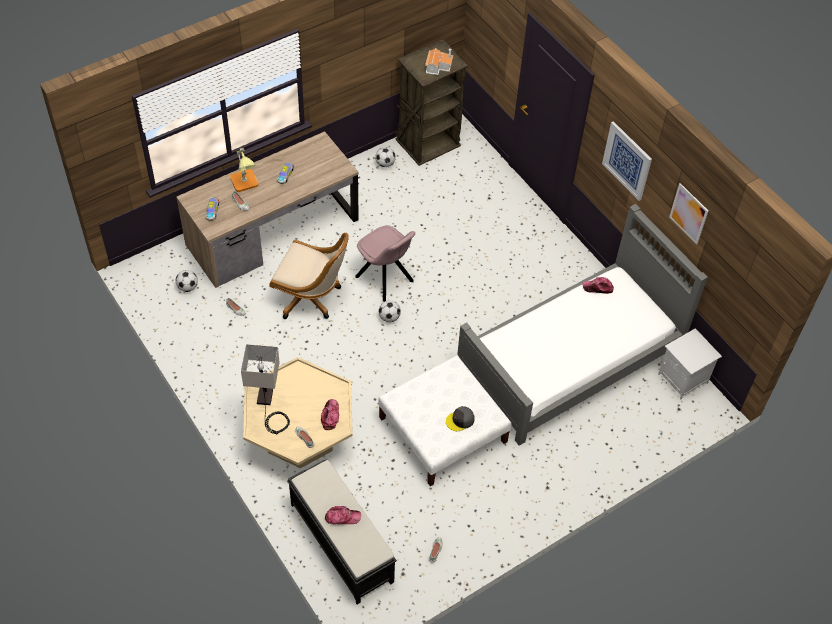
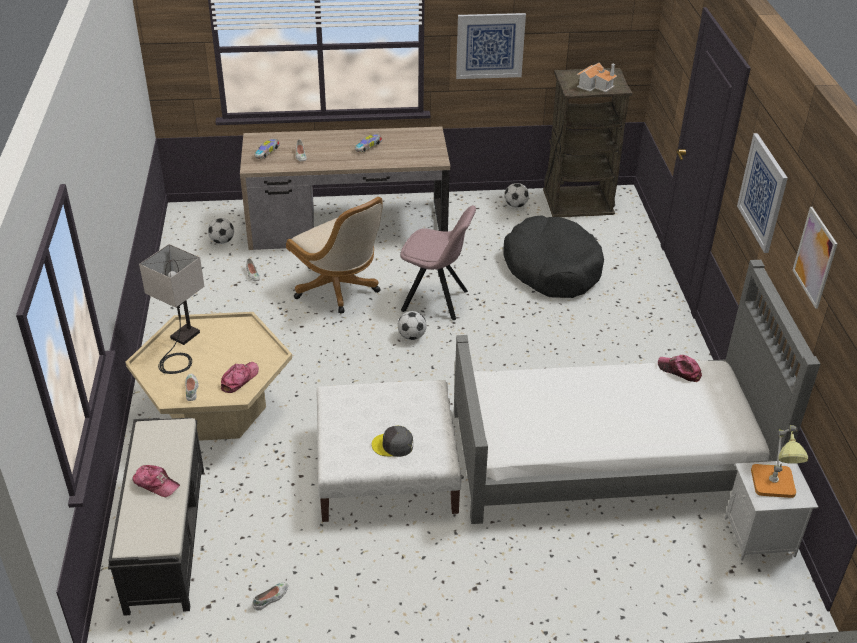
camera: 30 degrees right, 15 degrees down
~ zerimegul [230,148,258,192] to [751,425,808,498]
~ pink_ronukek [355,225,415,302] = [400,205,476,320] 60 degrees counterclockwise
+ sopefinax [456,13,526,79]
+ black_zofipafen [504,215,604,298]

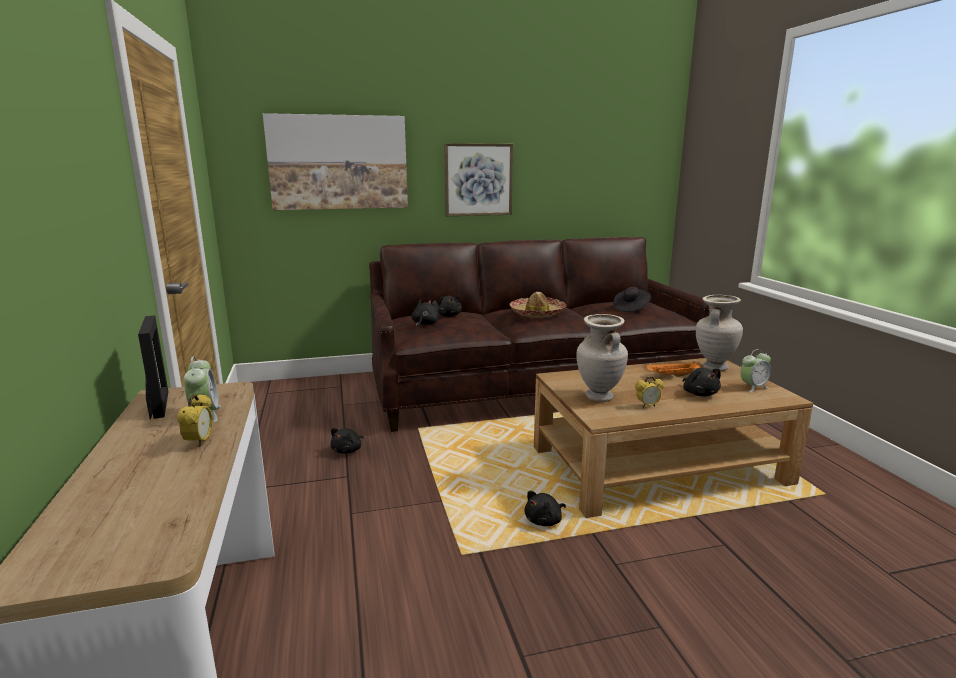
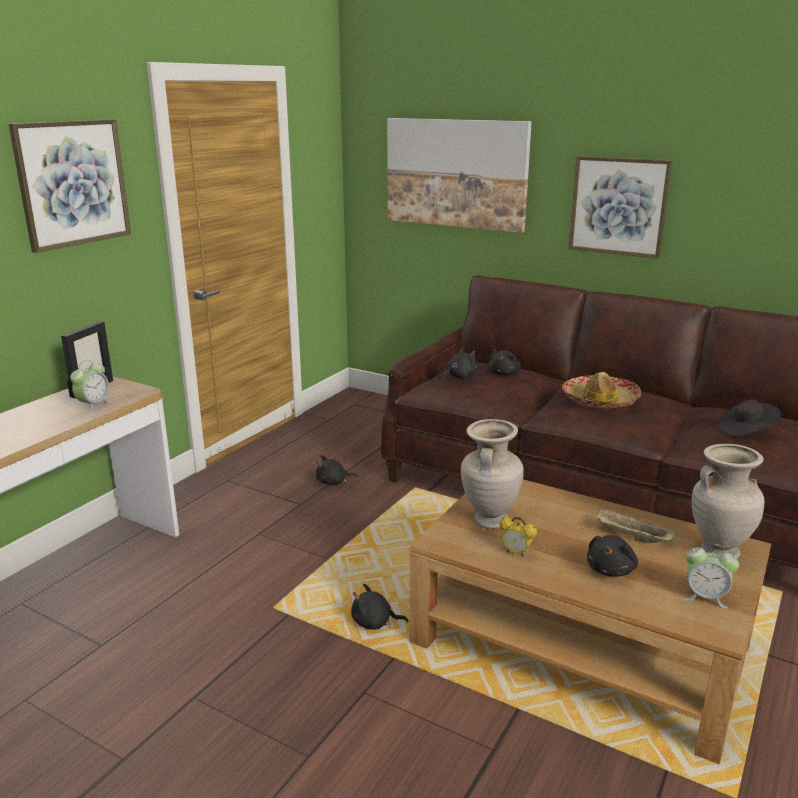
camera: 45 degrees right, 5 degrees up
~ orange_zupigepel [646,361,701,377] to beige_zupigepel [597,508,676,543]
- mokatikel [177,394,213,448]
+ sopefinax [9,119,131,253]

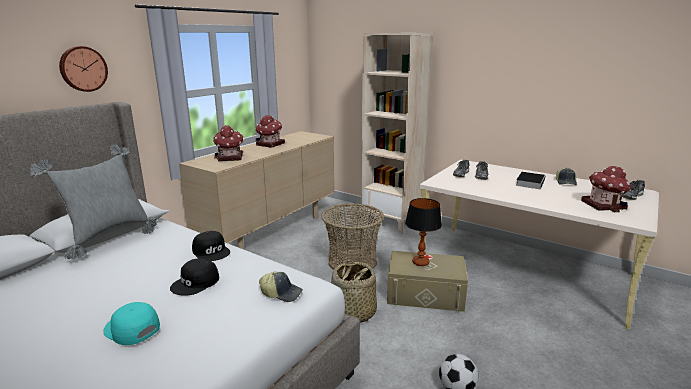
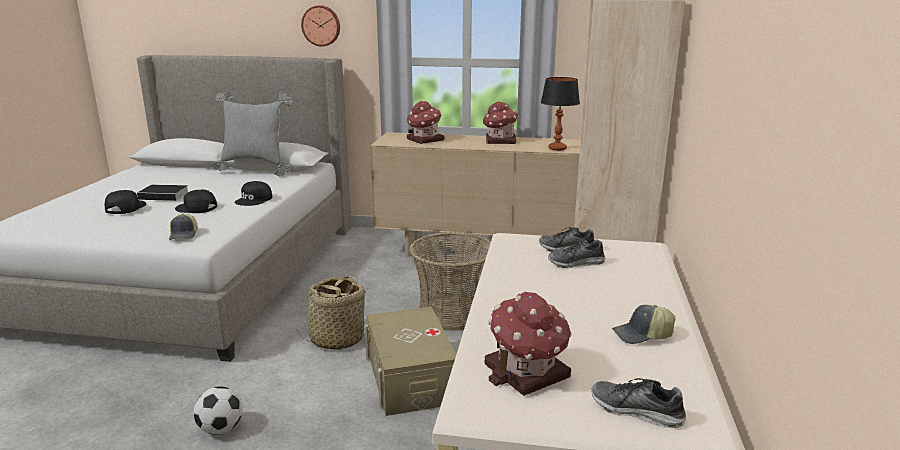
camera: 65 degrees right, 0 degrees up
~ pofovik [516,172,545,189] to [137,185,188,201]
~ zerimegul [405,198,442,266] to [541,77,580,151]
~ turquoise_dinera [103,302,160,345] to black_dinera [105,190,146,214]

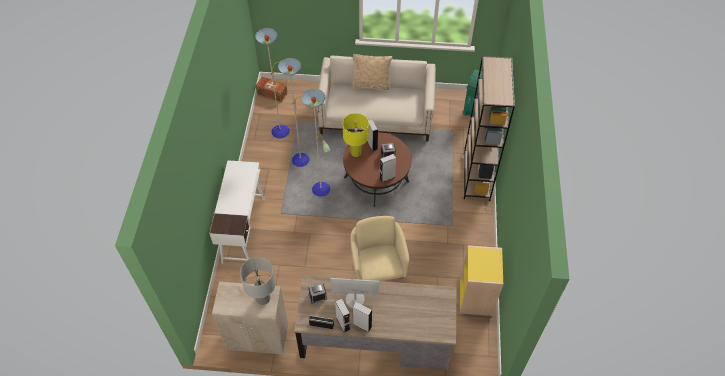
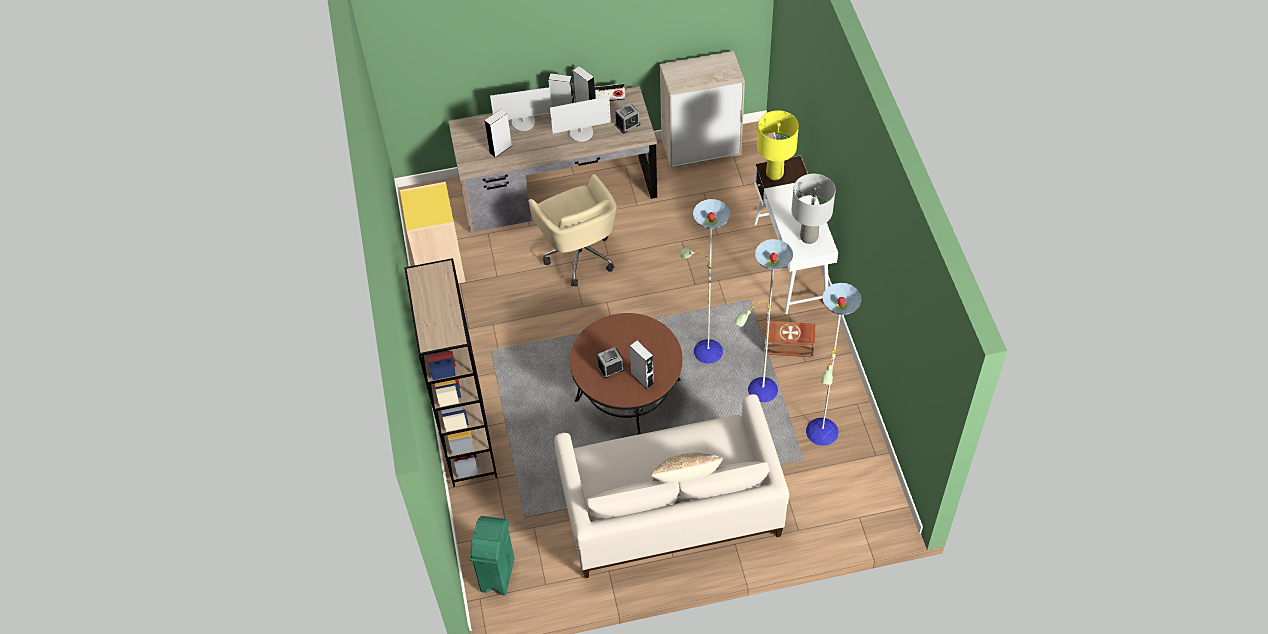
camera: 165 degrees right, 0 degrees up
~ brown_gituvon [256,77,288,103] to [765,321,816,357]
~ yellow_zerimegul [343,113,369,157] to [757,110,799,180]
~ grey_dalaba [379,154,396,182] to [485,109,512,158]
~ grey_zerimegul [240,257,276,305] to [792,174,836,244]
+ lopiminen [490,87,552,131]

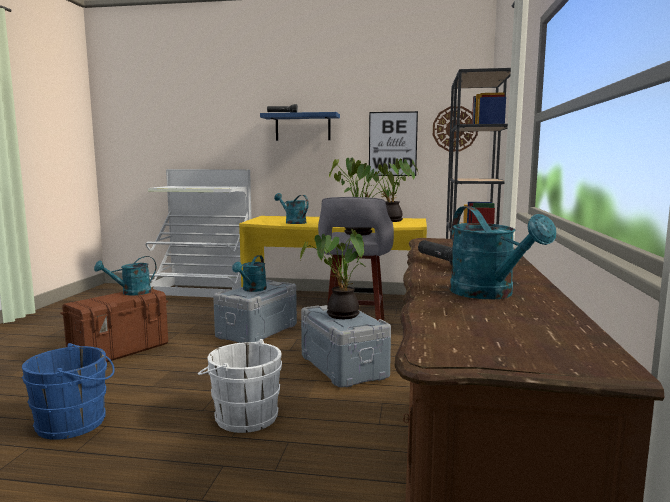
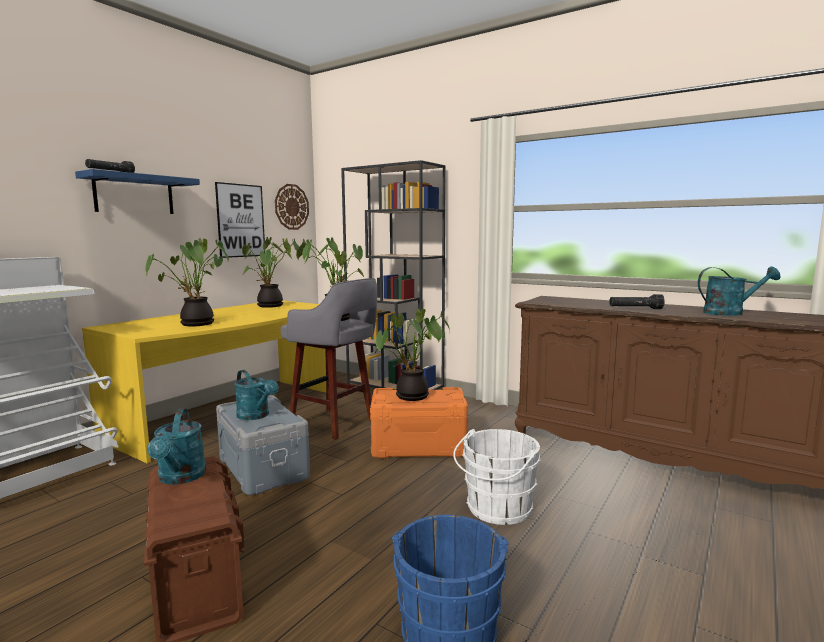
camera: 65 degrees left, 0 degrees up
~ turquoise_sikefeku [274,193,309,224] to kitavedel [145,238,229,326]
~ grey_gituvon [301,305,391,387] to orange_gituvon [370,387,468,458]

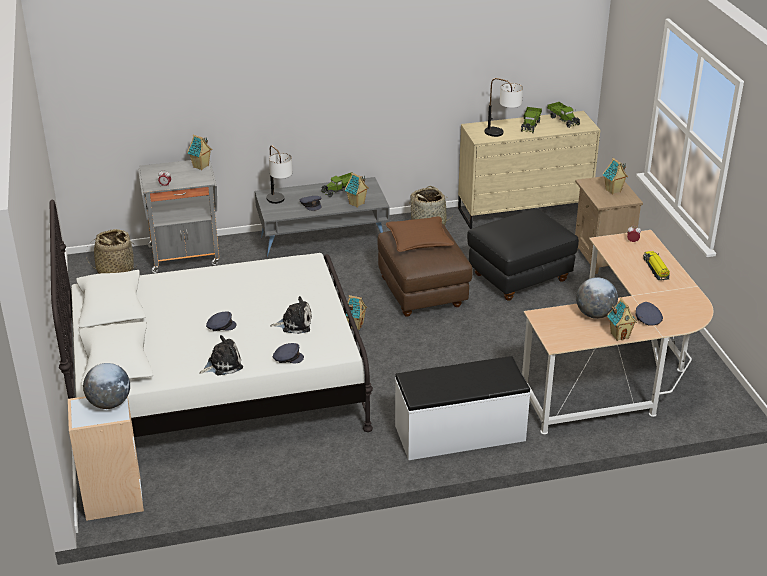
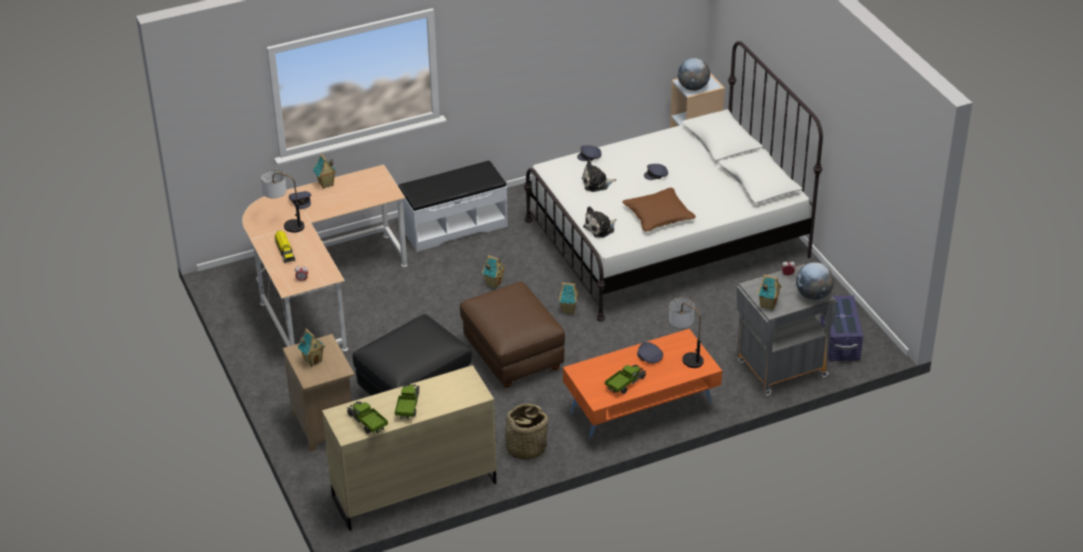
camera: 170 degrees right, 5 degrees up
~ zerimegul [485,78,523,137] to [261,170,304,233]
~ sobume [345,173,369,208] to [482,255,506,288]
~ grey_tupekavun [255,177,389,257] to orange_tupekavun [563,329,722,444]
~ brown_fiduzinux [386,216,454,252] to [622,188,696,232]
~ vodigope [86,229,139,274] to purple_gituvon [820,296,863,361]
~ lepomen [576,277,618,319] to [796,262,834,300]
~ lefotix [199,335,243,375] to [583,206,616,238]

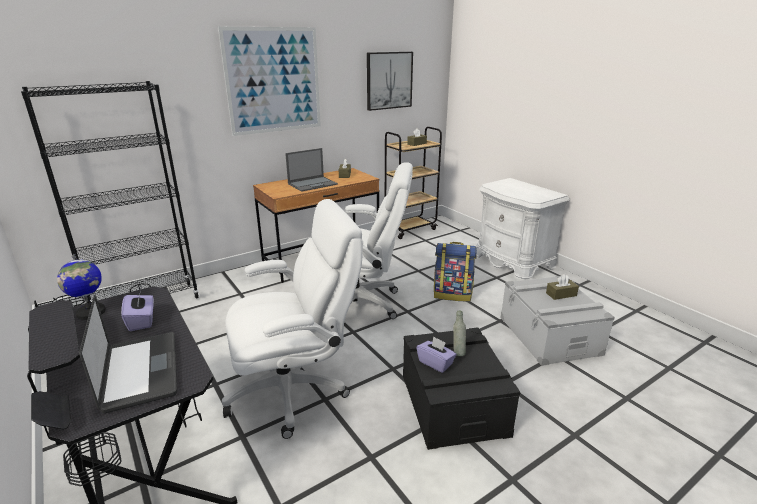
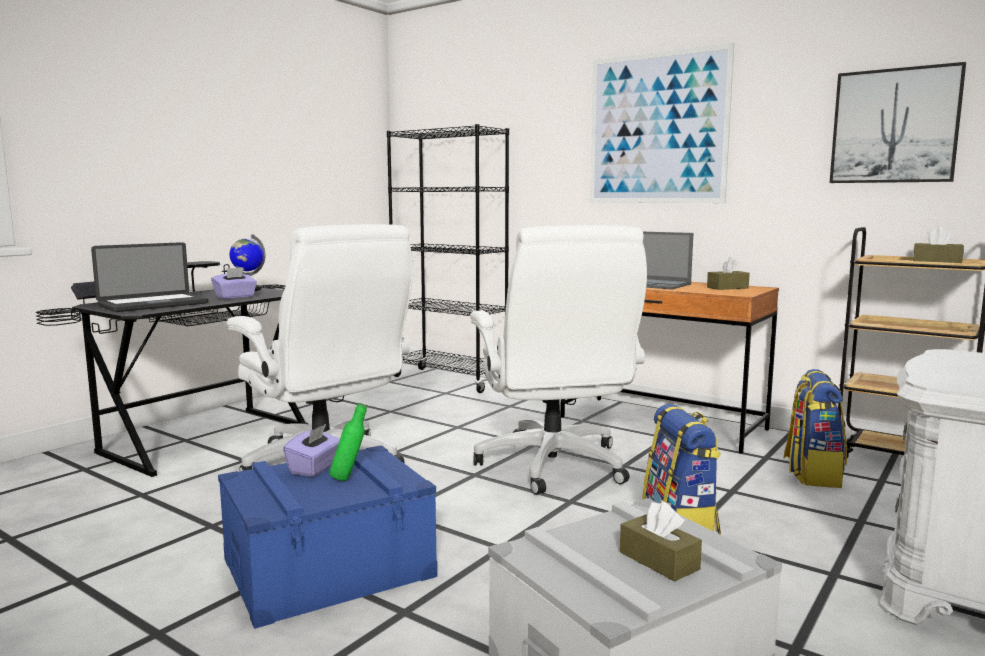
camera: 70 degrees right, 15 degrees down
~ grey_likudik [453,310,466,356] to green_likudik [330,403,367,481]
~ black_gituvon [403,327,520,450] to blue_gituvon [218,445,437,629]
+ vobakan [783,369,847,488]

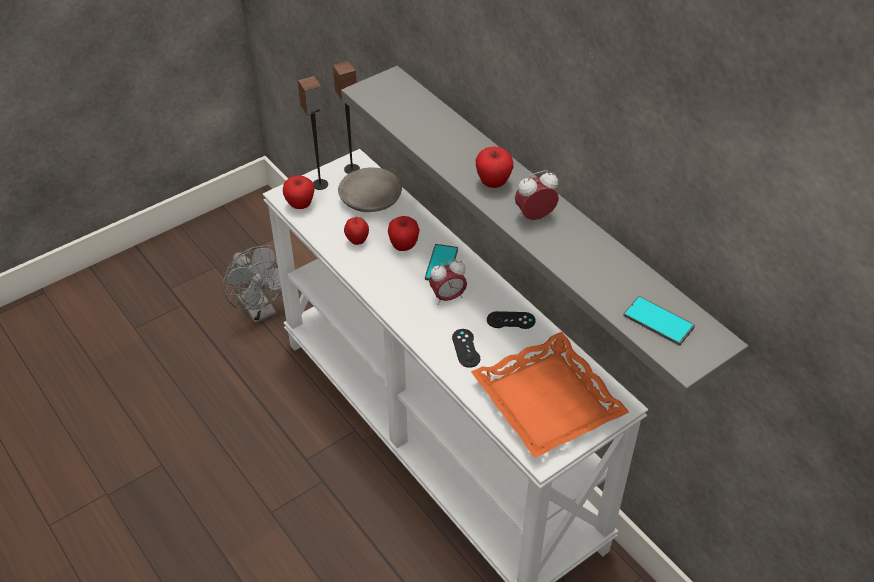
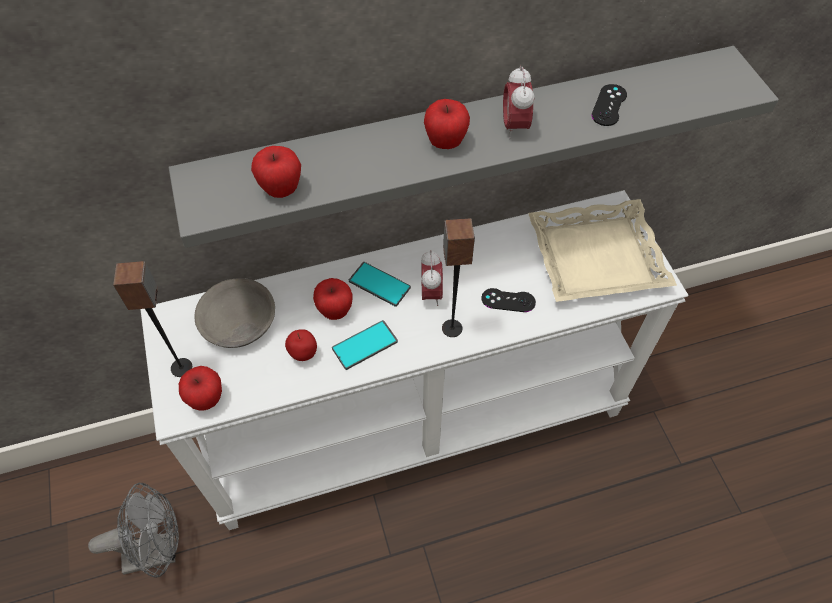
camera: 70 degrees left, 10 degrees up
~ dalaba [333,61,360,174] to [442,218,475,337]
~ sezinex [623,296,695,345] to [332,320,398,370]
~ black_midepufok [487,311,536,329] to [591,84,627,126]
~ orange_zupigepel [471,332,629,458] to beige_zupigepel [528,199,677,302]
+ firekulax [251,146,301,198]

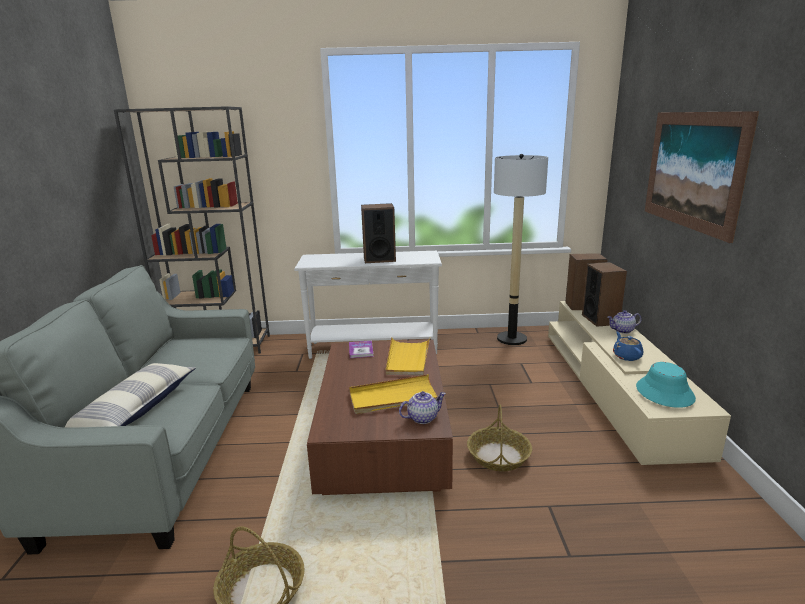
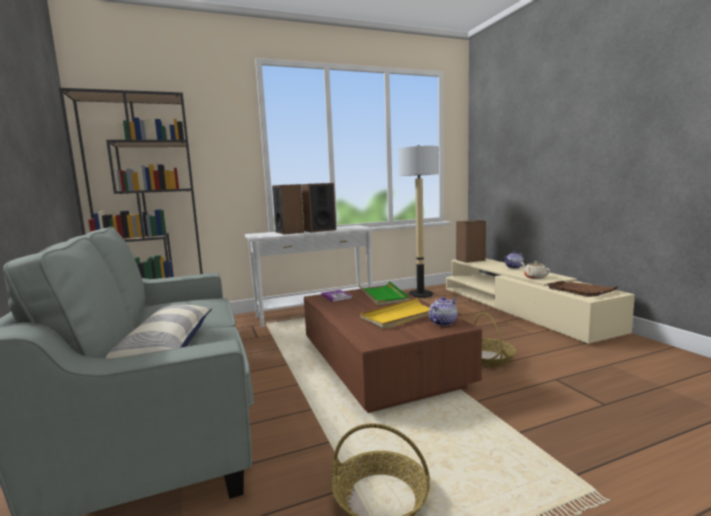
camera: 20 degrees left, 10 degrees down
- sopefinax [645,111,759,243]
~ dalaba [582,262,627,327] to [272,184,304,234]
~ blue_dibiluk [613,332,643,361] to beige_dibiluk [521,261,550,279]
~ yellow_zupigepel [386,337,430,375] to green_zupigepel [357,281,410,306]
~ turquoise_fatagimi [636,362,696,408] to brown_zupigepel [547,281,621,297]

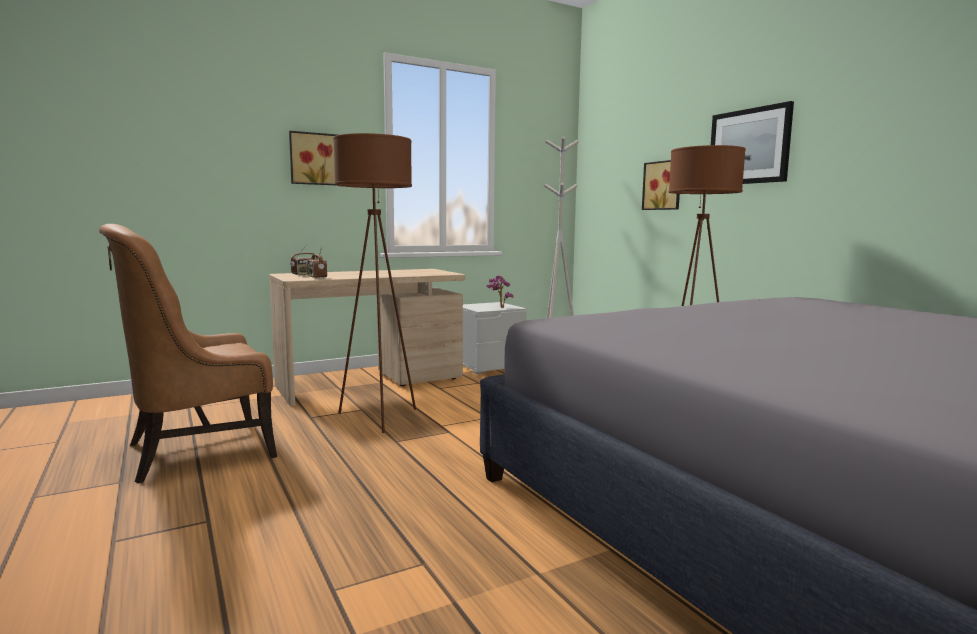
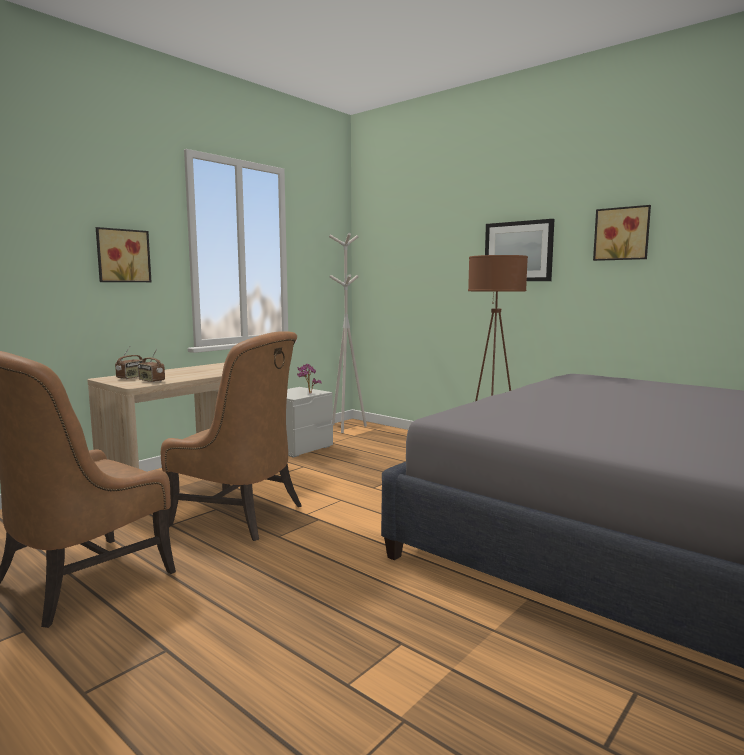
camera: 20 degrees left, 0 degrees up
~ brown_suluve [333,133,416,433] to brown_ronukek [161,331,302,541]
~ sopefinax [642,160,680,210] to [593,205,651,261]

